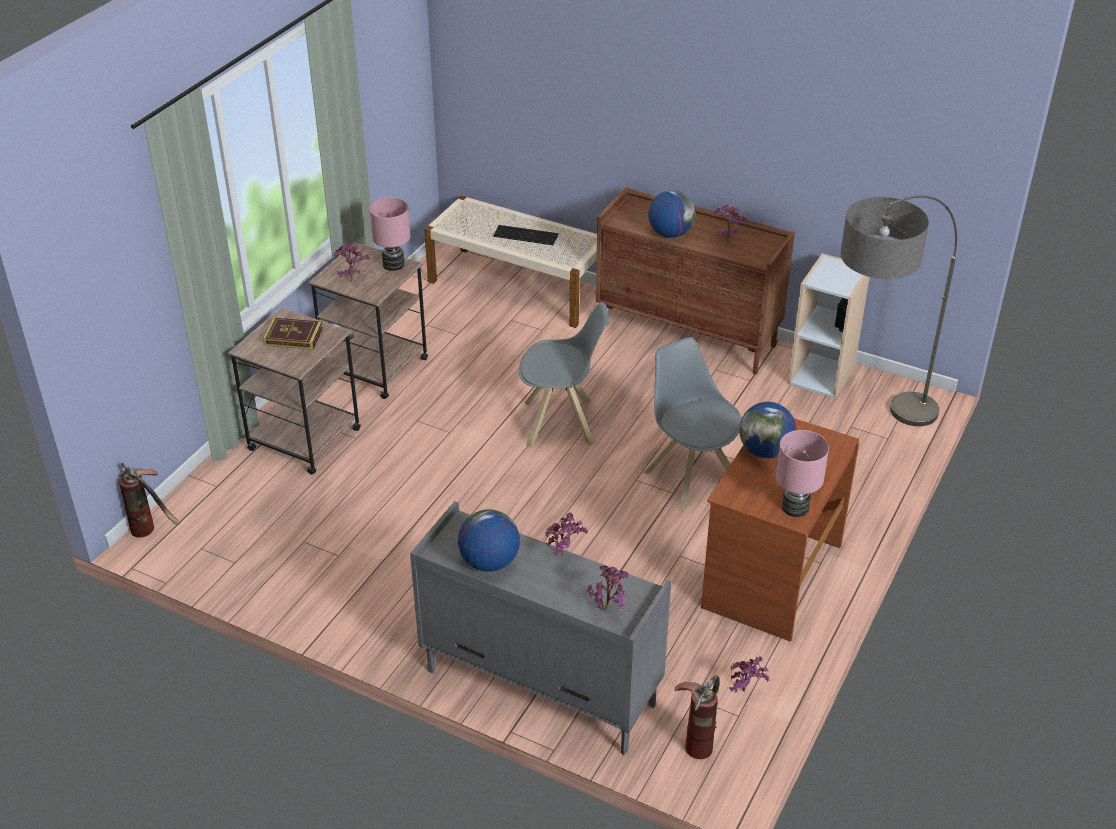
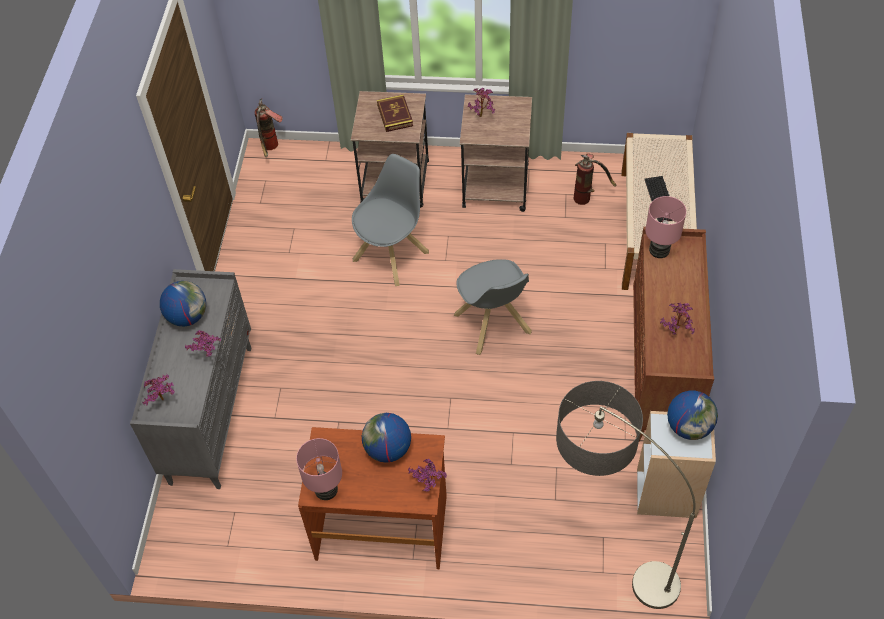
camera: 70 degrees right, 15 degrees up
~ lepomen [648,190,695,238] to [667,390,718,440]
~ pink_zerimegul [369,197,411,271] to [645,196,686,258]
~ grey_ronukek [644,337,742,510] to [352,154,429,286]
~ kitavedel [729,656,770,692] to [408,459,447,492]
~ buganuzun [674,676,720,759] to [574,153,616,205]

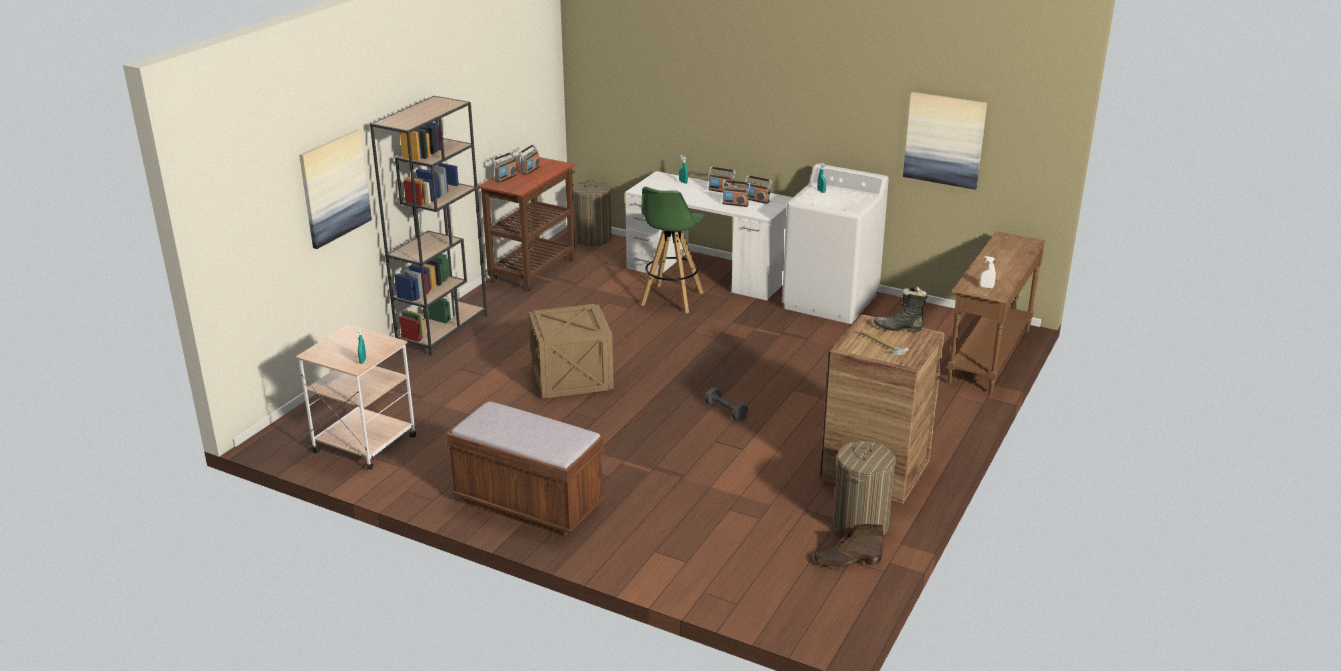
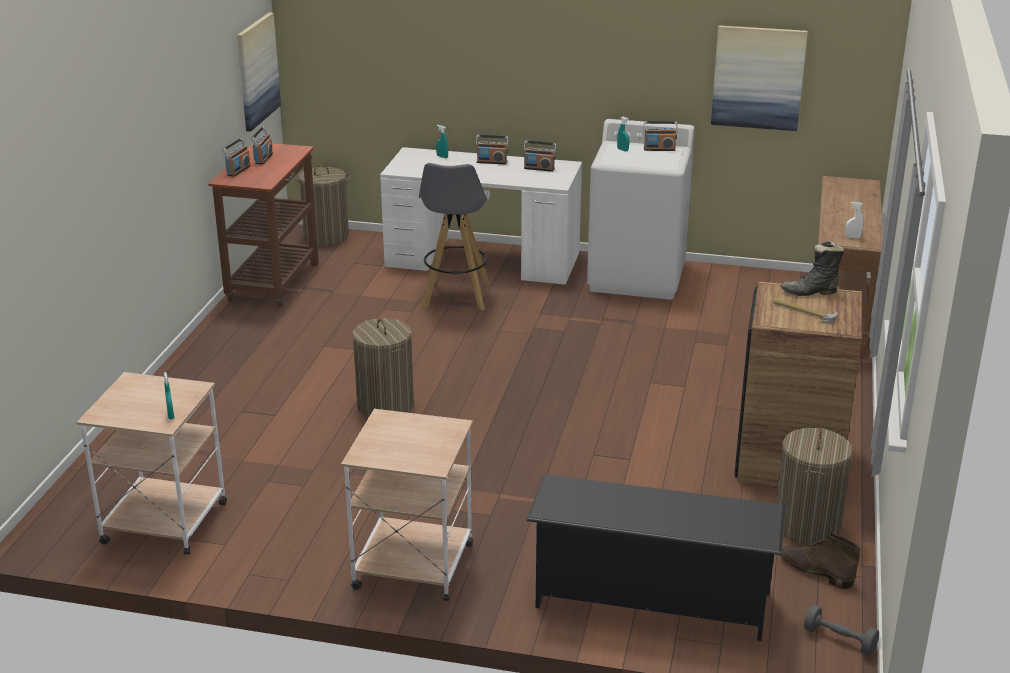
camera: 15 degrees left, 0 degrees up
- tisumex [370,96,487,355]
~ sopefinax [299,129,372,249] to [237,12,281,132]
~ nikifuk [722,180,751,207] to [643,121,678,151]
~ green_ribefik [640,186,704,313] to grey_ribefik [419,163,490,311]
~ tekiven [529,304,614,398] to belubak [352,318,414,417]
~ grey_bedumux [705,388,748,421] to [804,605,879,655]
~ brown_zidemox [446,401,605,537] to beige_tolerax [341,409,473,601]
~ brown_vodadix [814,524,884,568] = [780,533,860,589] 60 degrees clockwise
+ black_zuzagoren [527,474,785,641]

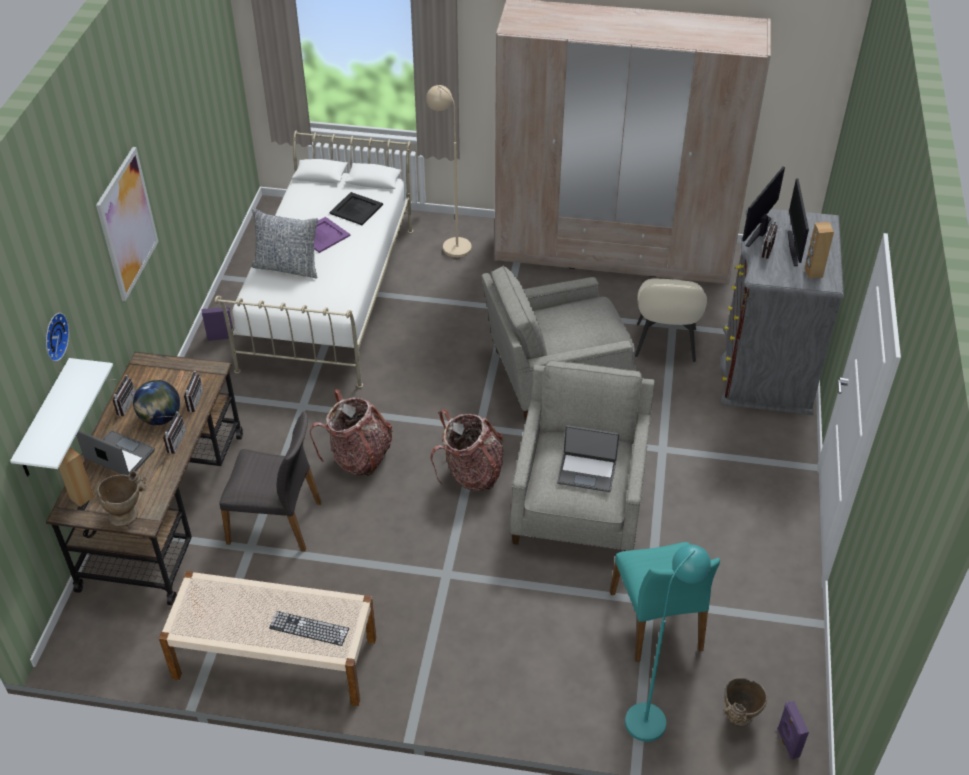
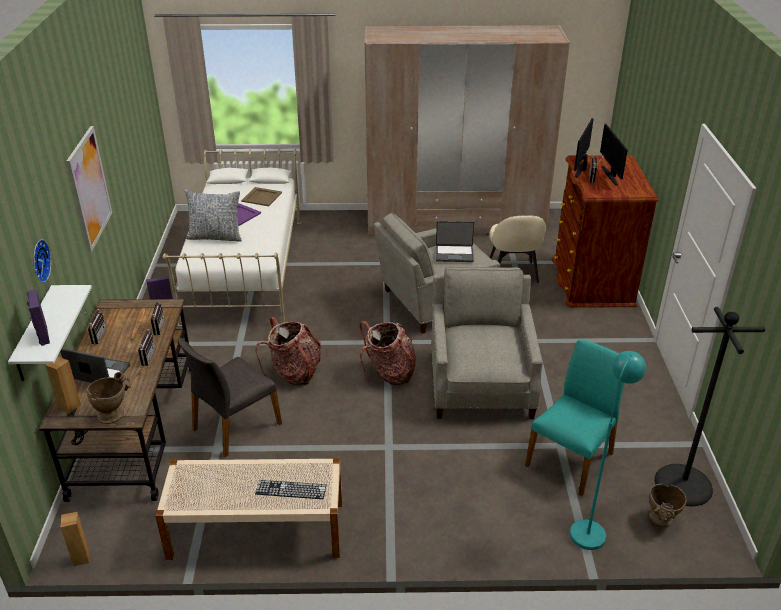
camera: 10 degrees left, 10 degrees down
- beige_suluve [426,85,472,258]
~ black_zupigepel [330,192,383,225] to beige_zupigepel [241,187,282,206]
~ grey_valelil [720,209,844,415] to brown_valelil [552,155,659,308]
~ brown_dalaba [805,222,834,278] to [61,512,90,566]
- lepomen [133,380,180,425]
~ grey_ronukek [219,411,321,552] = [178,337,282,457] 135 degrees clockwise
~ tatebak [557,425,619,492] to [436,221,474,262]
~ turquoise_ronukek [610,542,720,662] = [525,339,625,496] 120 degrees counterclockwise
~ purple_dalaba [777,701,809,760] to [27,290,50,346]
+ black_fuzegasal [655,307,765,506]

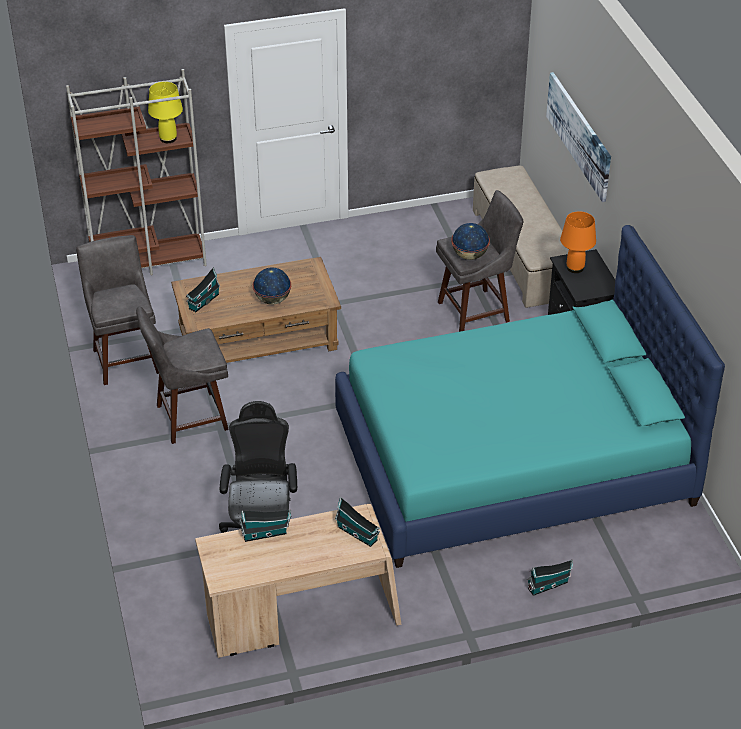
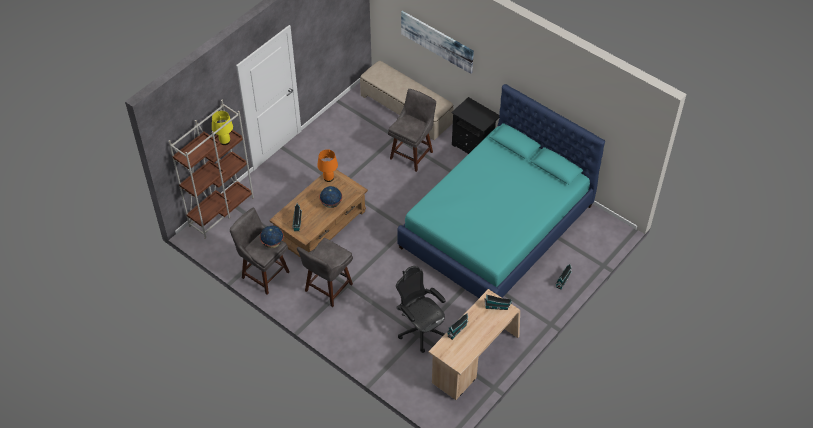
camera: 35 degrees left, 10 degrees up
~ orange_zerimegul [560,211,596,273] to [317,149,338,182]
~ lepomen [451,223,490,260] to [260,225,284,248]

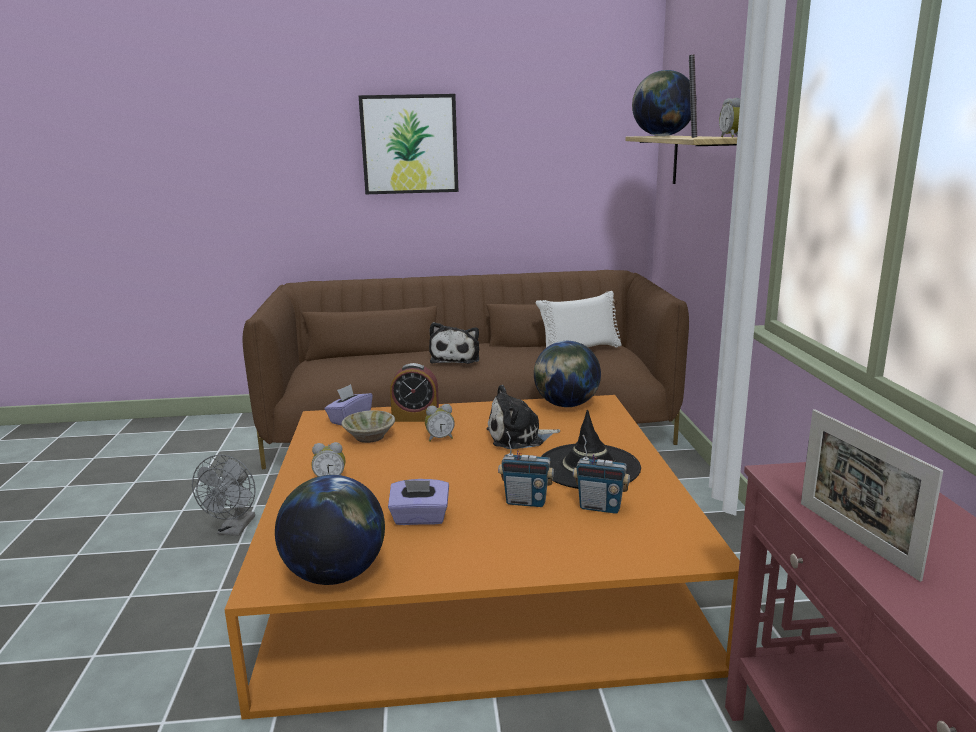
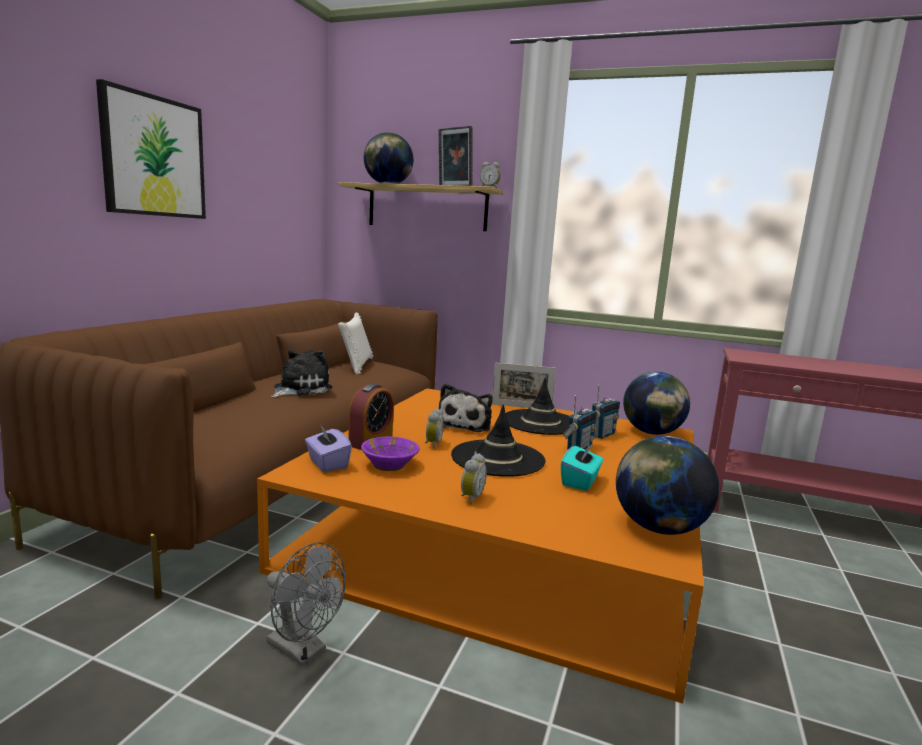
camera: 65 degrees left, 5 degrees down
~ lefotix [429,322,479,364] = [271,350,333,398] 90 degrees counterclockwise
~ lepomen [534,341,601,407] to [623,372,690,435]
~ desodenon [801,409,943,582] to [492,363,556,408]
~ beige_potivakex [342,410,395,443] to purple_potivakex [361,436,419,471]
~ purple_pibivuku [388,479,449,525] to turquoise_pibivuku [561,442,603,491]
+ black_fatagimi [451,404,545,477]

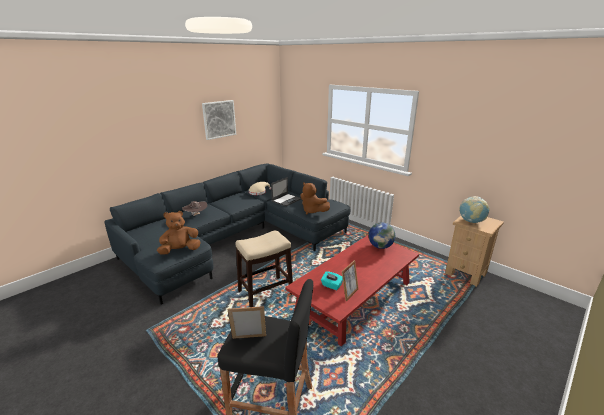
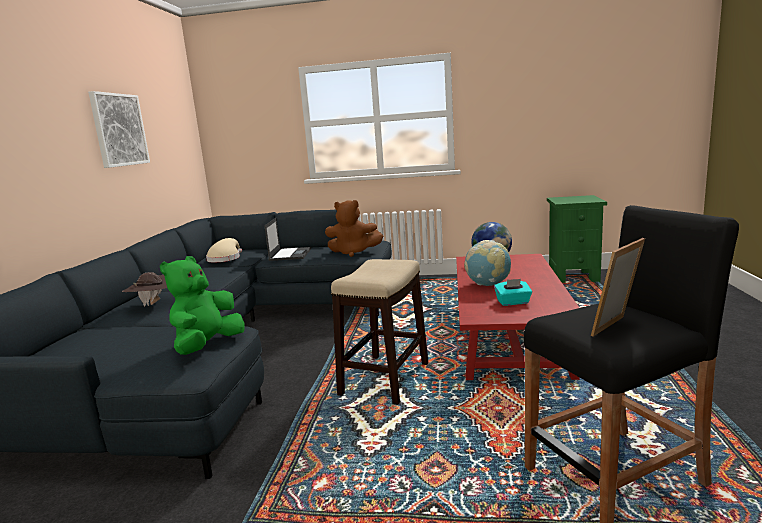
camera: 35 degrees left, 10 degrees down
~ lepomen [459,196,490,223] to [464,240,511,286]
~ brown_lefotix [157,211,201,255] to green_lefotix [160,256,245,355]
~ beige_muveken [445,216,504,287] to green_muveken [547,195,607,283]
- desodenon [342,260,359,301]

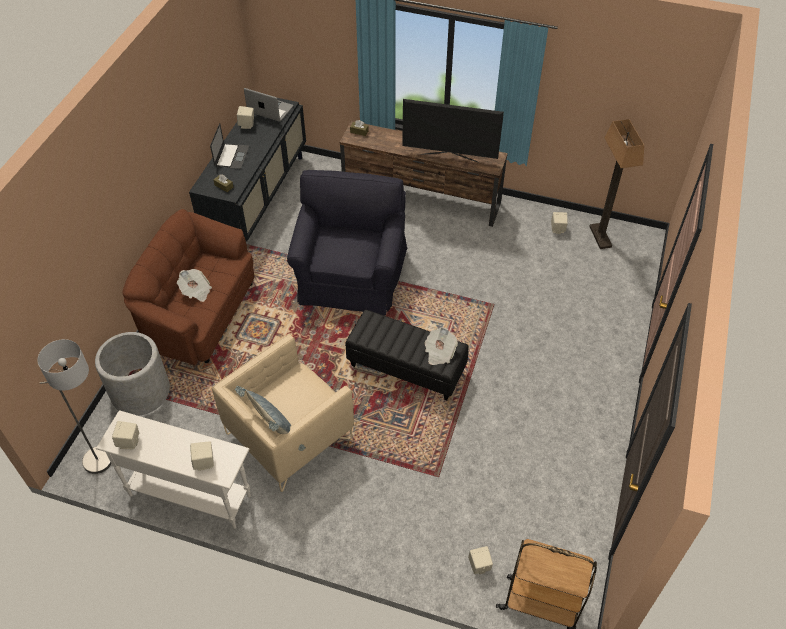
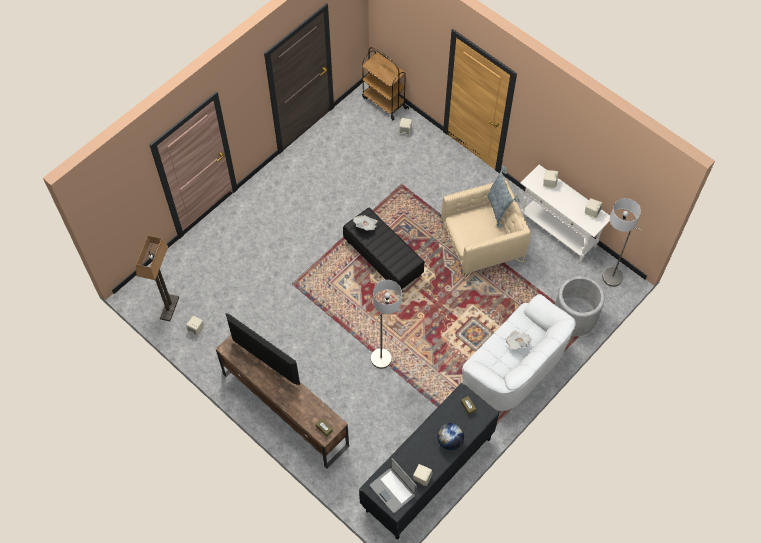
camera: 155 degrees left, 10 degrees up
~ tatebak [210,123,249,169] to lepomen [437,423,464,450]
~ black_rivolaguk [287,170,407,316] to grey_suluve [371,280,402,369]
~ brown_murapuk [123,209,254,365] to white_murapuk [462,294,576,411]

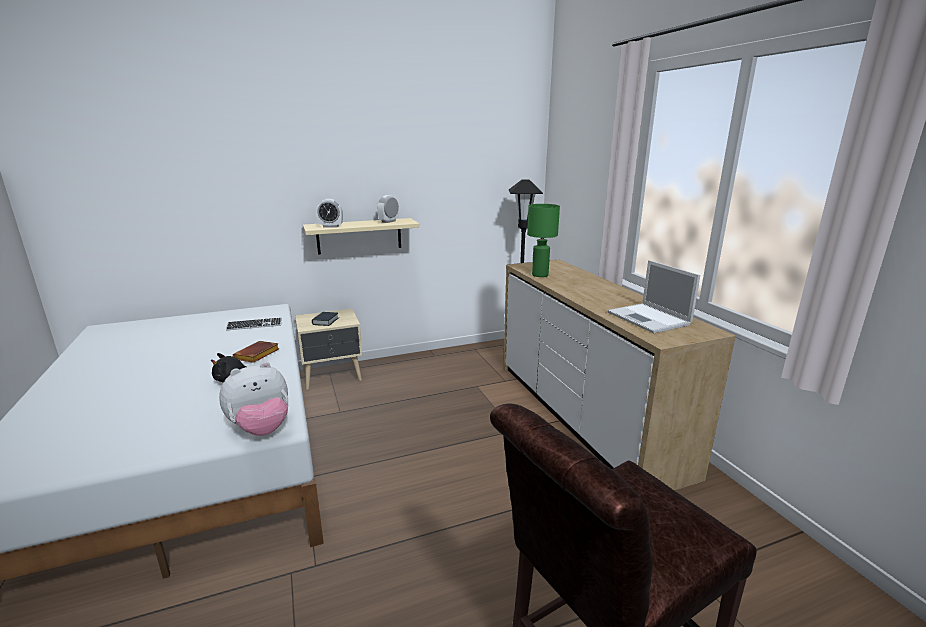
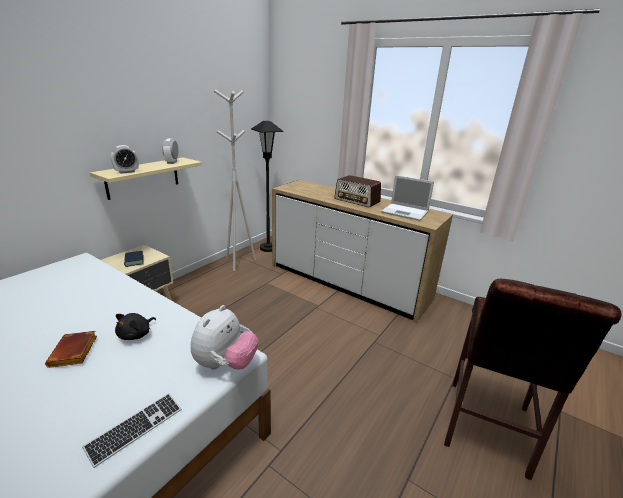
camera: 35 degrees left, 5 degrees up
- green_zerimegul [527,204,560,277]
~ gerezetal [226,317,282,331] to [82,393,182,468]
~ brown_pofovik [233,341,280,363] to [45,331,97,368]
+ grey_fuzegasal [214,89,256,271]
+ nikifuk [334,175,381,207]

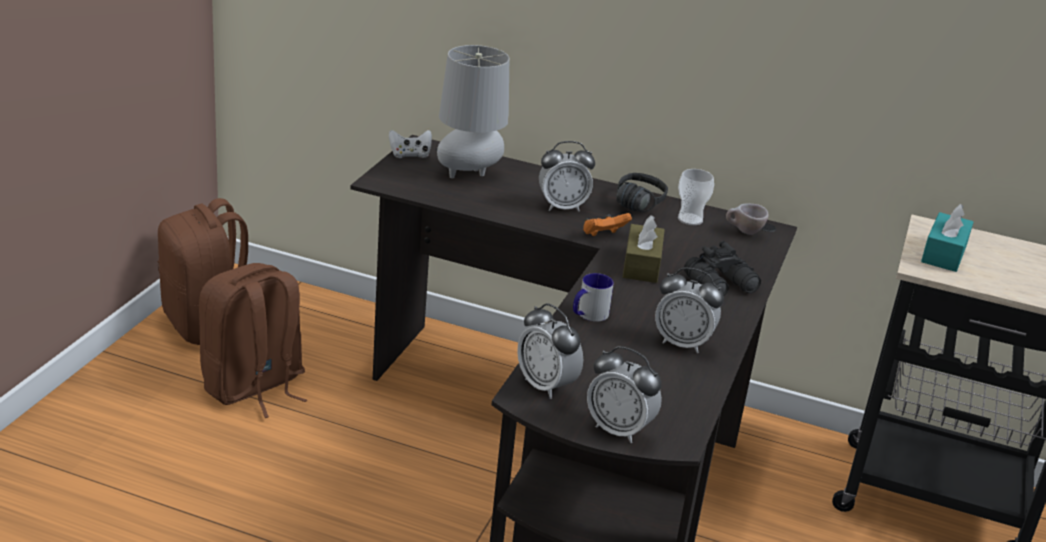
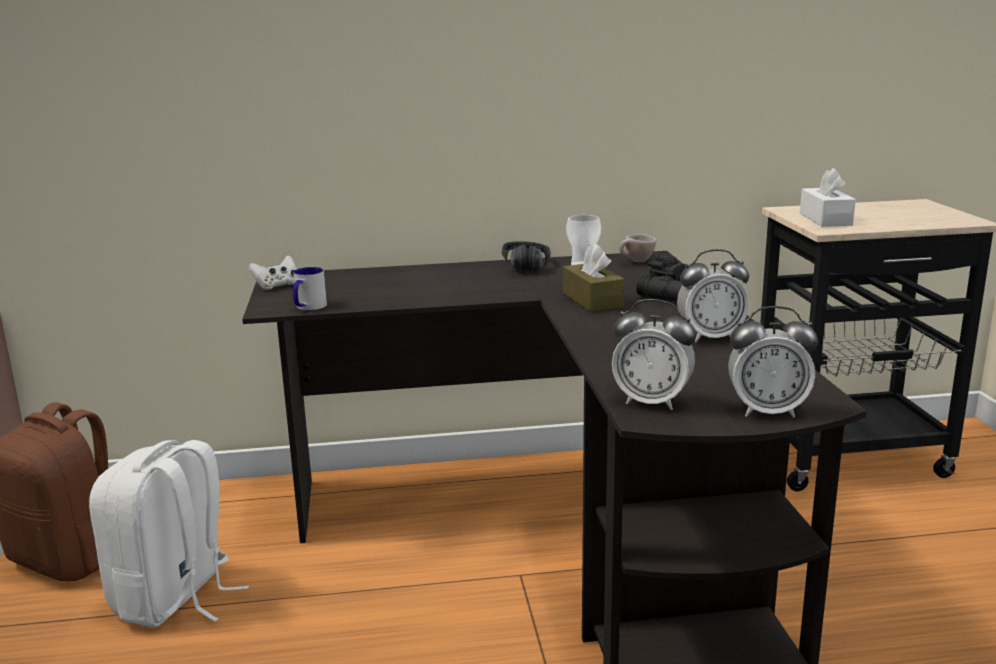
camera: 25 degrees left, 10 degrees down
- grey_zerimegul [437,45,509,178]
- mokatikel [539,141,595,211]
~ turquoise_pibivuku [921,204,974,272] to white_pibivuku [800,168,856,227]
- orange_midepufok [583,213,632,236]
~ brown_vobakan [199,263,307,418] to white_vobakan [89,440,249,628]
~ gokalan [573,273,614,322] to [293,267,327,310]

